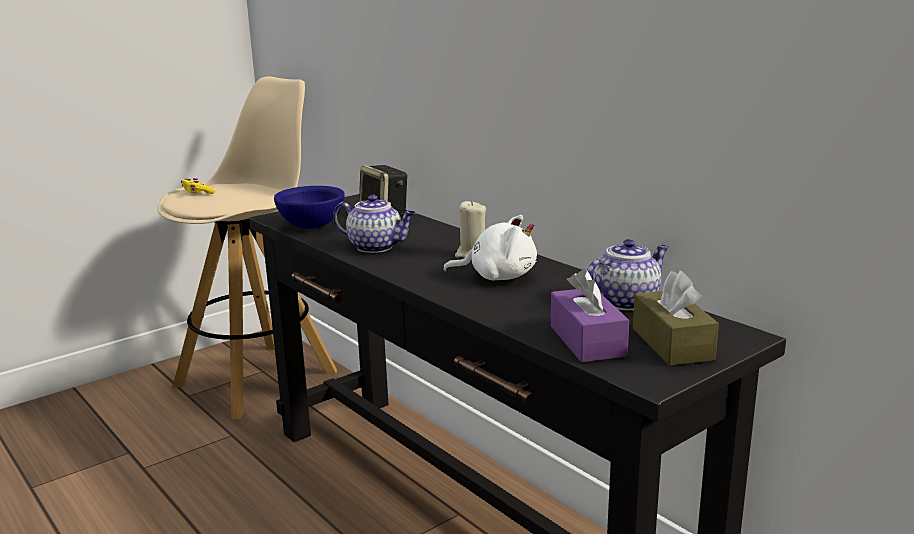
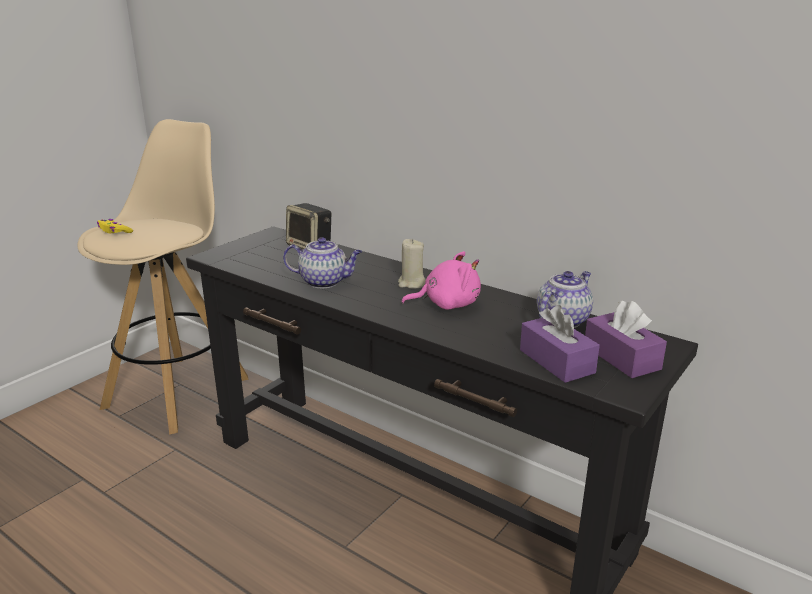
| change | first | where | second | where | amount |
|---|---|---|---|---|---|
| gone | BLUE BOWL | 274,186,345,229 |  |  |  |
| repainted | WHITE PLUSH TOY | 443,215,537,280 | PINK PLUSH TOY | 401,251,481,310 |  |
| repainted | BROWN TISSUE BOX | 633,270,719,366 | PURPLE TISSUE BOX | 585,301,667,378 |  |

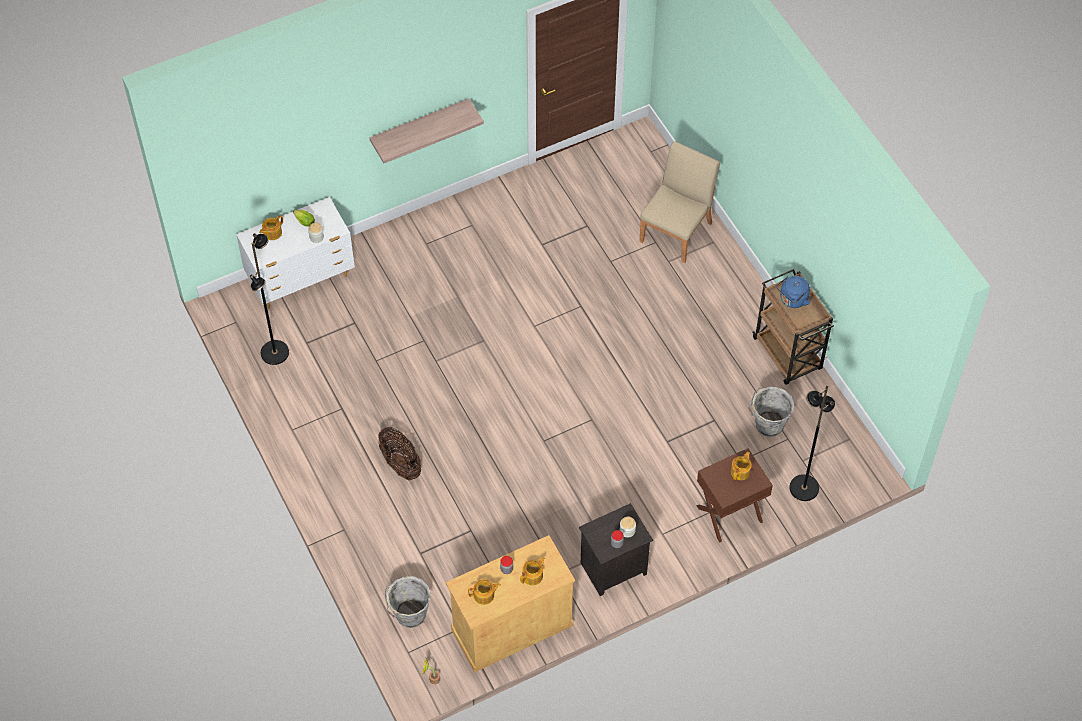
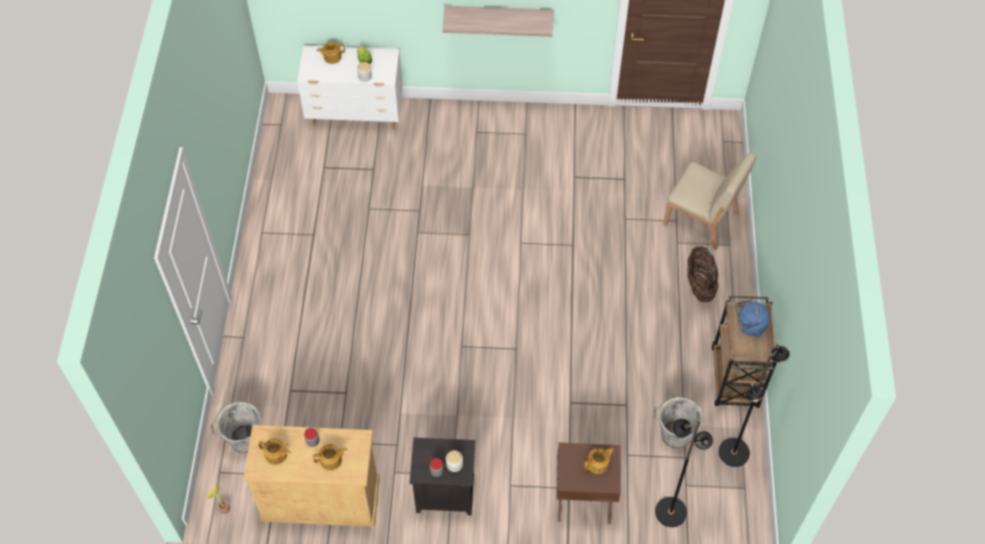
| change | first | where | second | where | amount |
|---|---|---|---|---|---|
| shifted | BLACK FLOOR LAMP | 250,233,289,365 |  | 719,344,790,467 |  |
| shifted | BASKET | 378,427,421,481 |  | 687,246,718,302 |  |
| rotated | BEIGE CHAIR | 639,141,720,263 |  | 663,153,757,250 | 60 degrees clockwise |

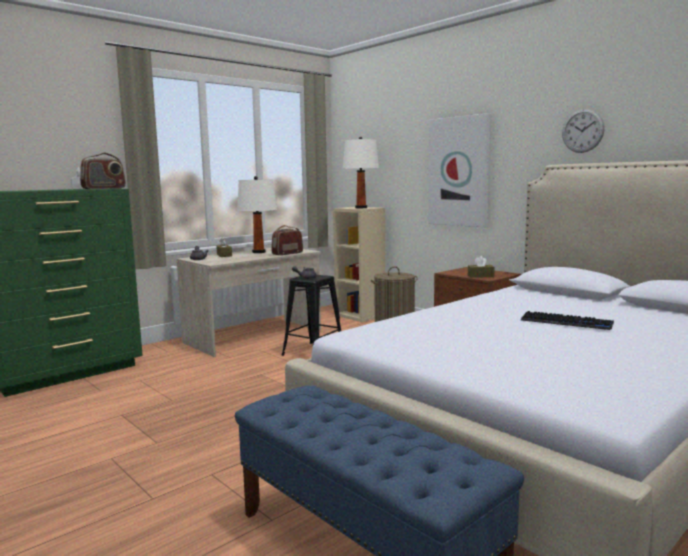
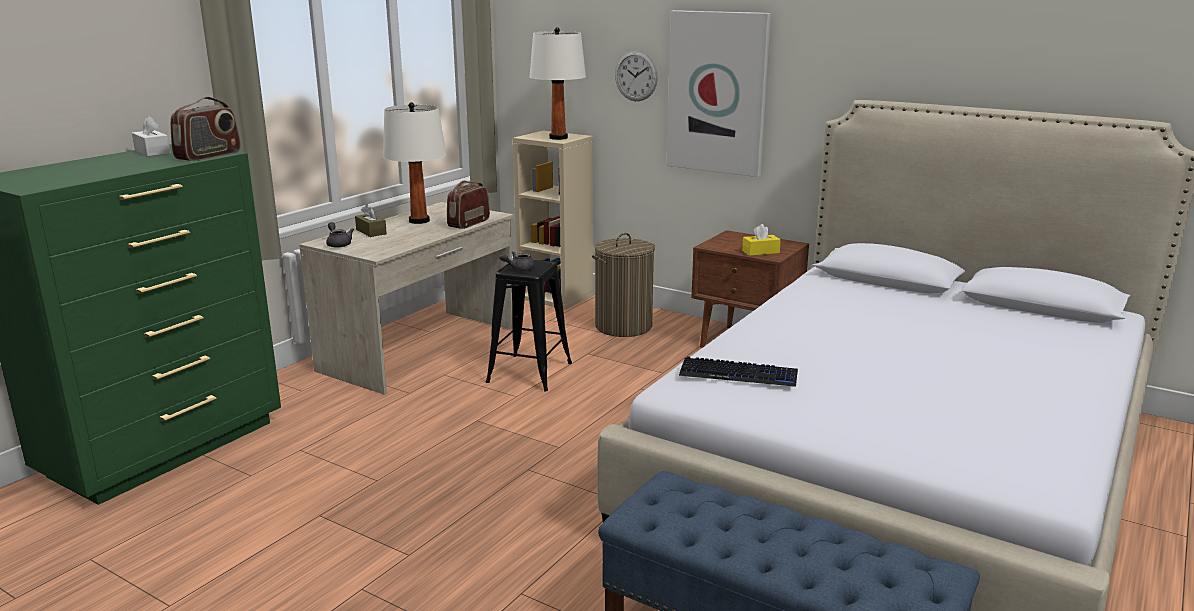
| change | first | where | second | where | amount |
|---|---|---|---|---|---|
| repainted | BROWN TISSUE BOX | 468,256,495,278 | YELLOW TISSUE BOX | 742,224,781,256 |  |
| shifted | KEYBOARD | 521,311,614,330 |  | 679,356,798,387 |  |
| shifted | WALL CLOCK | 562,109,605,153 |  | 615,51,658,101 |  |

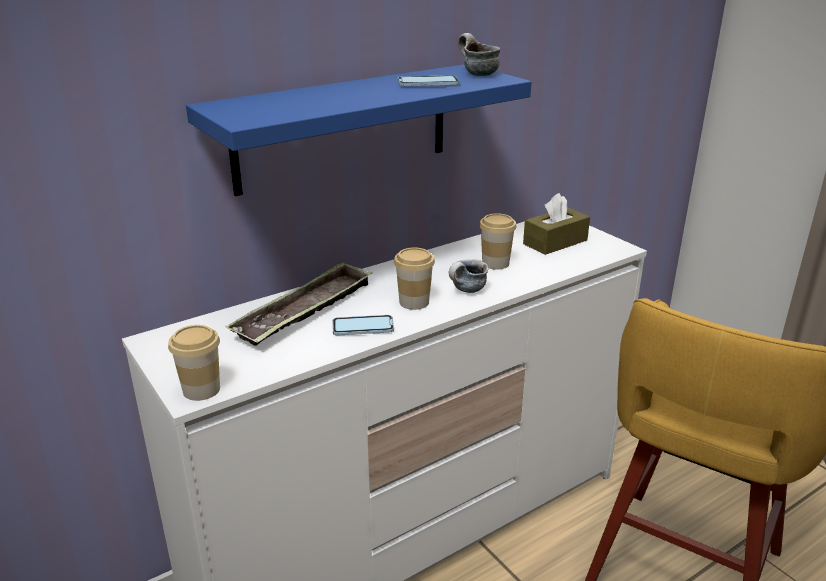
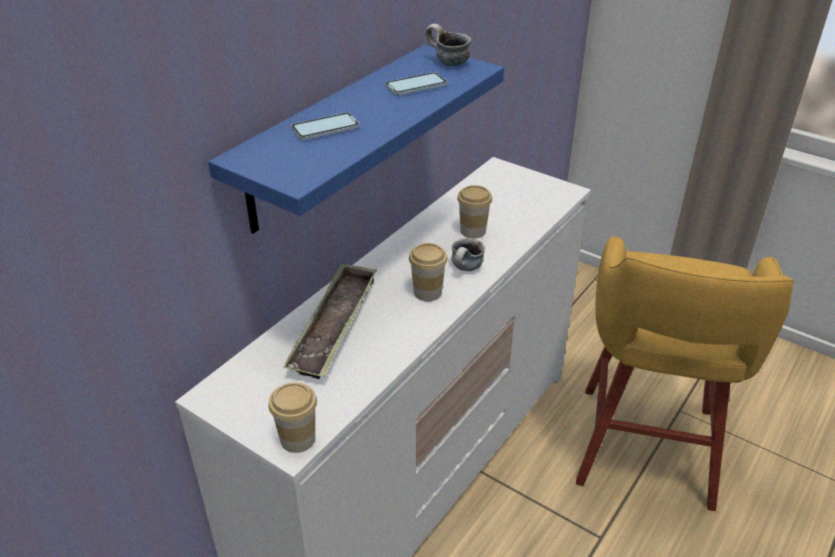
| change | first | where | second | where | amount |
|---|---|---|---|---|---|
| shifted | PHONE | 332,315,394,336 |  | 291,112,360,140 |  |
| gone | BROWN TISSUE BOX | 523,193,590,255 |  |  |  |

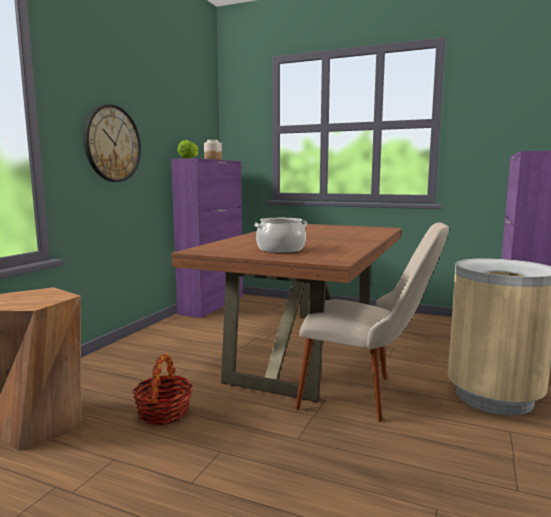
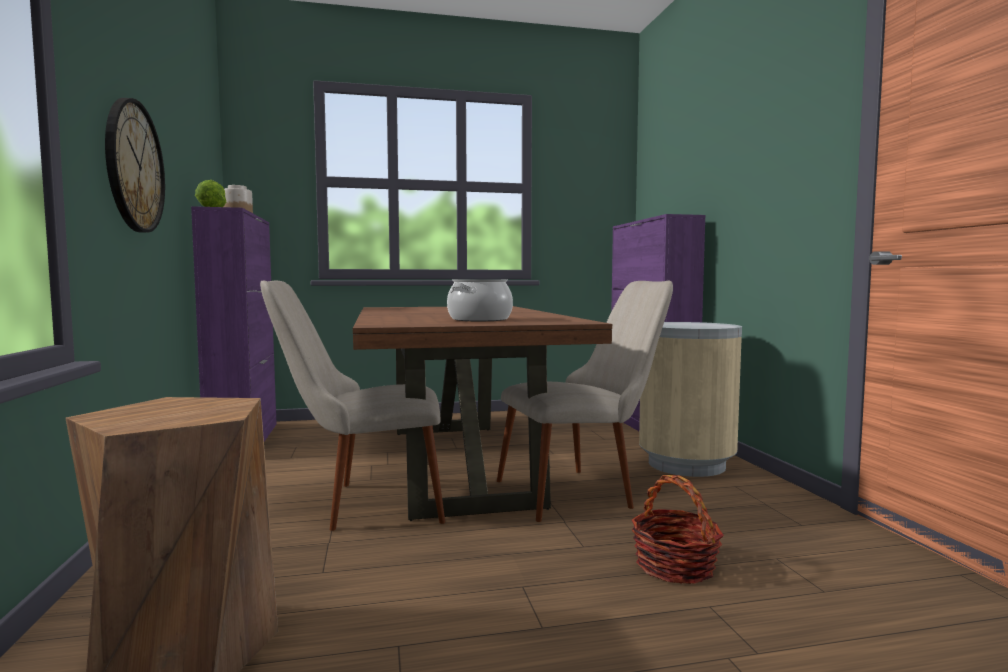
| change | first | where | second | where | amount |
|---|---|---|---|---|---|
| shifted | BASKET | 132,354,193,425 |  | 632,475,724,584 |  |
| new |  |  | BEIGE CHAIR | 260,280,445,531 |  |

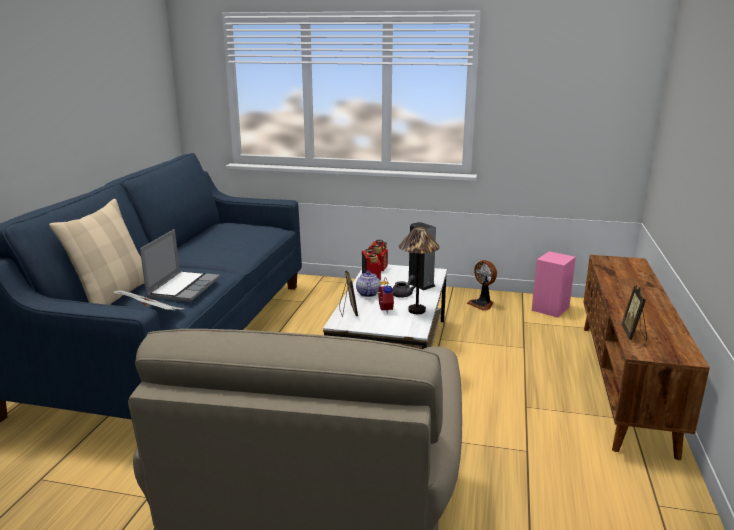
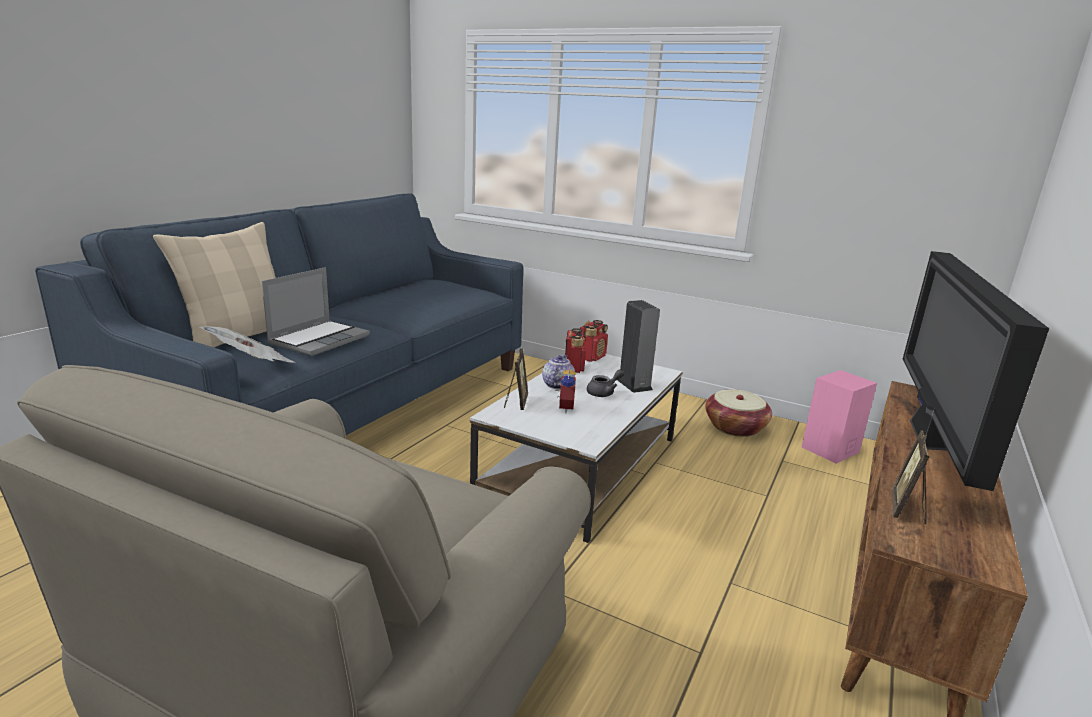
| change | first | where | second | where | amount |
|---|---|---|---|---|---|
| gone | TABLE LAMP | 399,227,440,314 |  |  |  |
| swapped | FAN | 467,260,497,311 | BASKET | 705,389,772,437 |  |
| new |  |  | TELEVISION | 903,251,1049,491 |  |

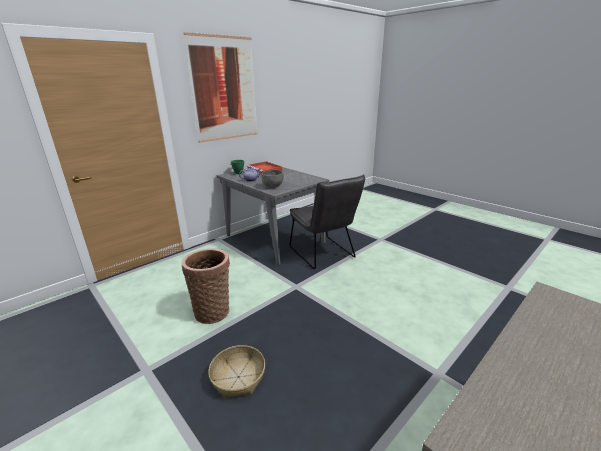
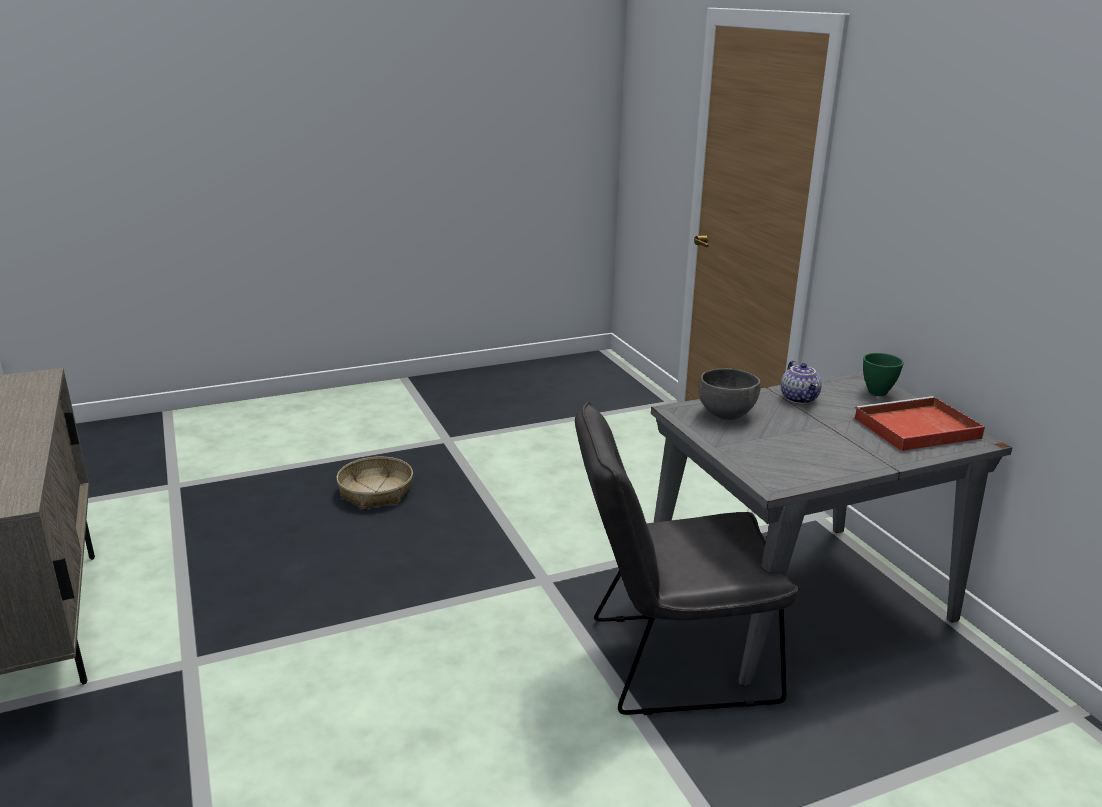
| change | first | where | second | where | amount |
|---|---|---|---|---|---|
| gone | BASKET | 182,248,230,324 |  |  |  |
| gone | PICTURE | 184,32,258,143 |  |  |  |

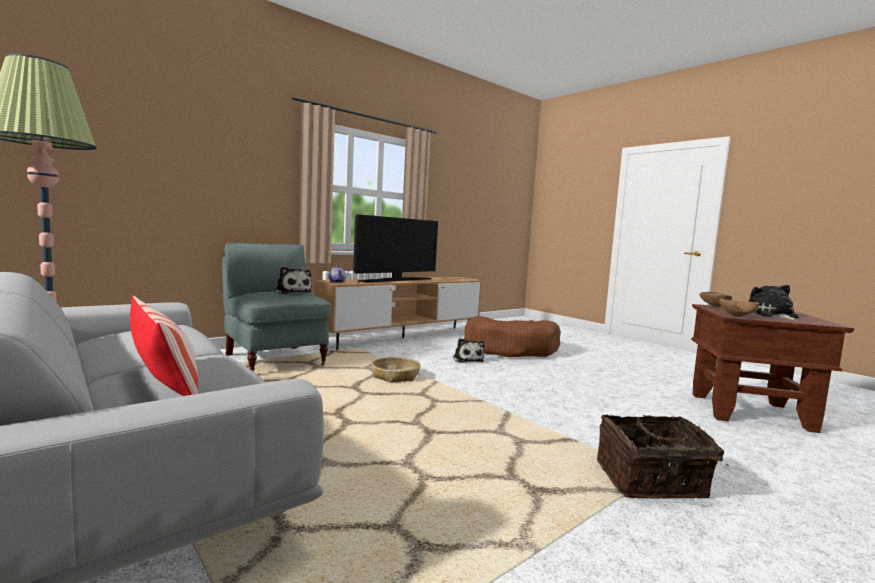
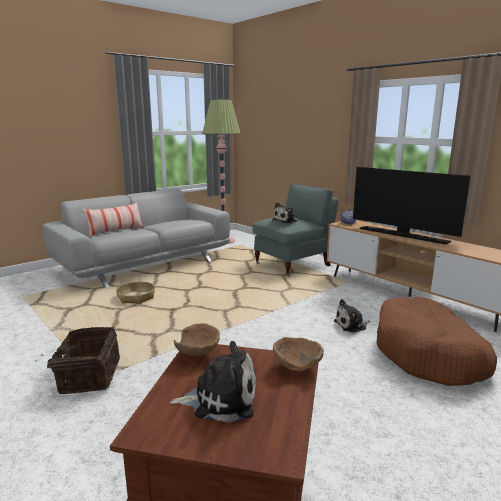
| change | first | where | second | where | amount |
|---|---|---|---|---|---|
| shifted | BASKET | 372,357,421,383 |  | 116,282,155,304 |  |

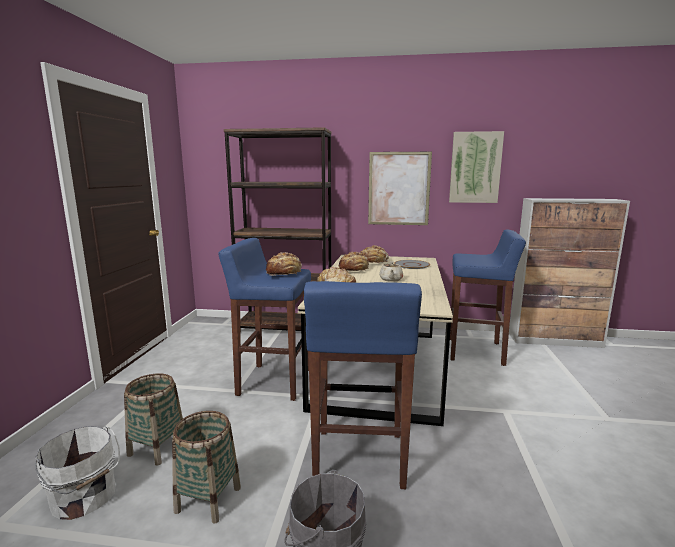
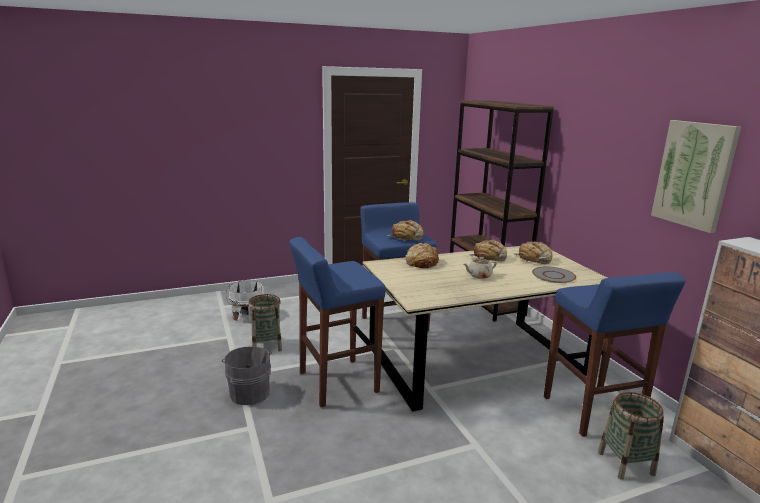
| change | first | where | second | where | amount |
|---|---|---|---|---|---|
| shifted | BASKET | 124,373,183,466 |  | 598,392,664,480 |  |
| gone | PICTURE | 368,152,432,225 |  |  |  |

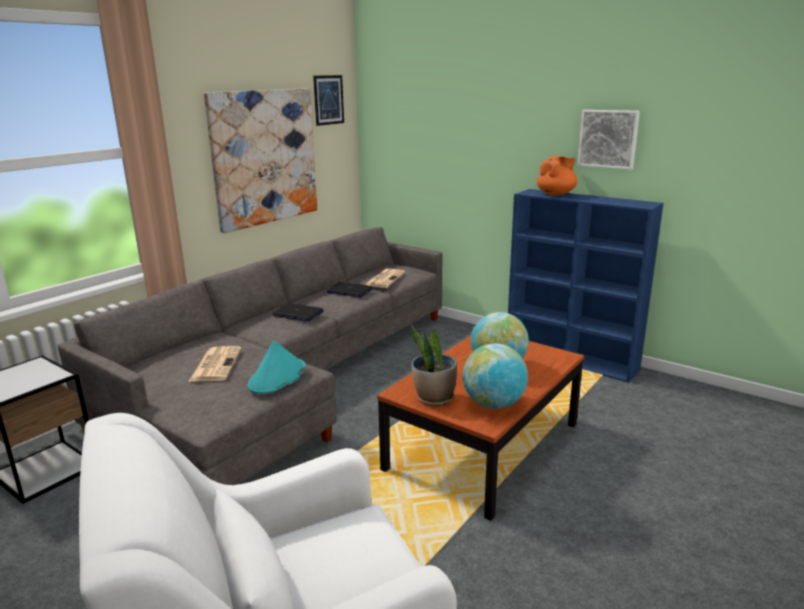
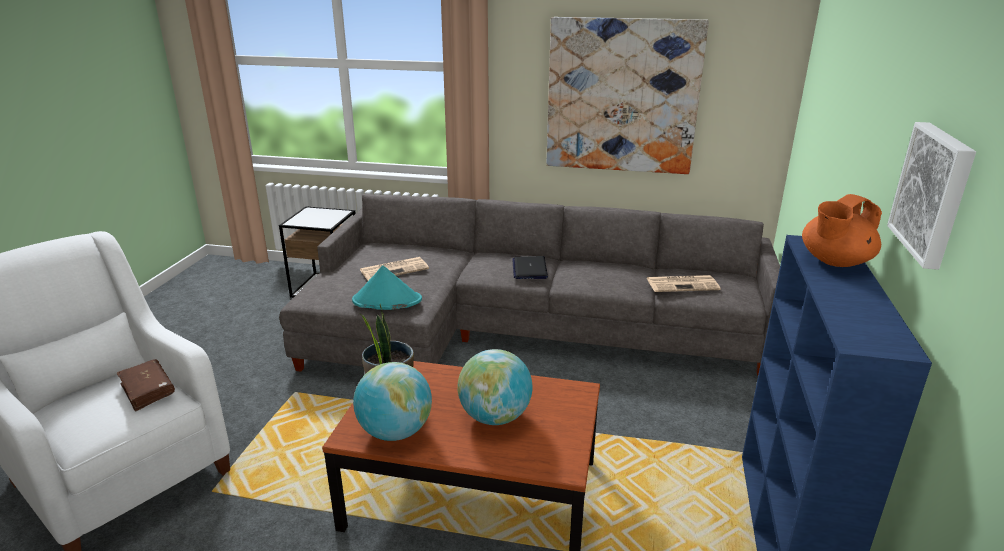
| change | first | where | second | where | amount |
|---|---|---|---|---|---|
| gone | PICTURE | 313,75,344,126 |  |  |  |
| gone | LAPTOP | 327,282,373,297 |  |  |  |
| rotated | ORANGE TEAPOT | 537,156,577,196 |  | 802,194,882,267 | 120 degrees clockwise |
| new |  |  | BROWN BOOK | 117,359,175,412 |  |

